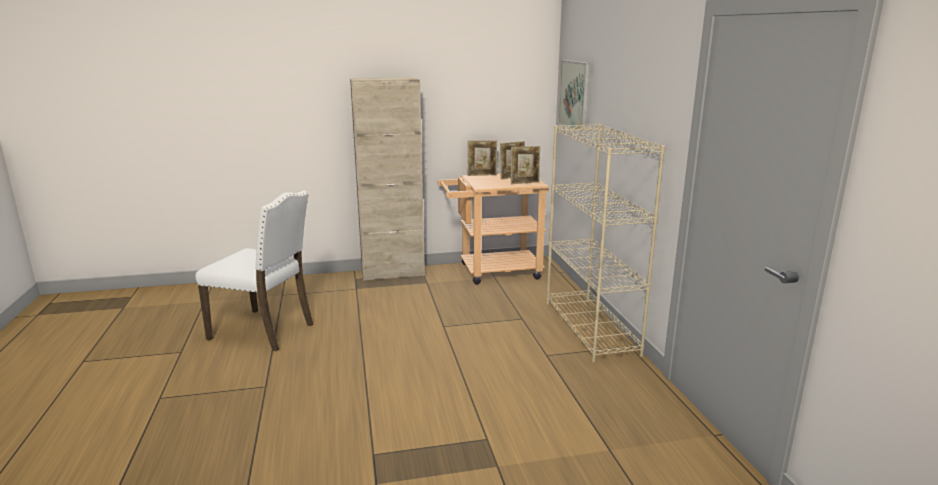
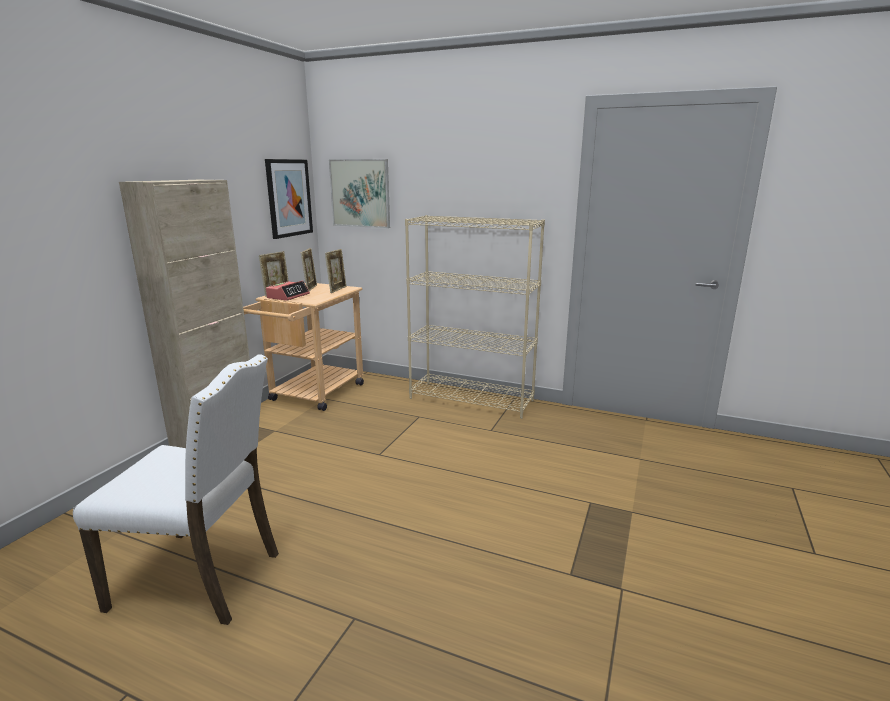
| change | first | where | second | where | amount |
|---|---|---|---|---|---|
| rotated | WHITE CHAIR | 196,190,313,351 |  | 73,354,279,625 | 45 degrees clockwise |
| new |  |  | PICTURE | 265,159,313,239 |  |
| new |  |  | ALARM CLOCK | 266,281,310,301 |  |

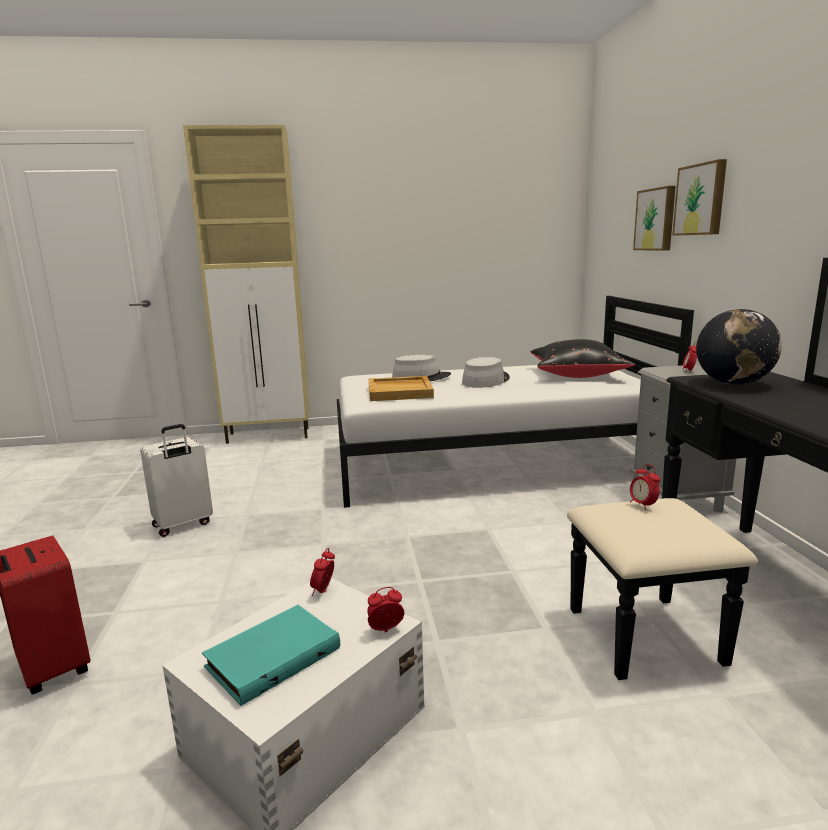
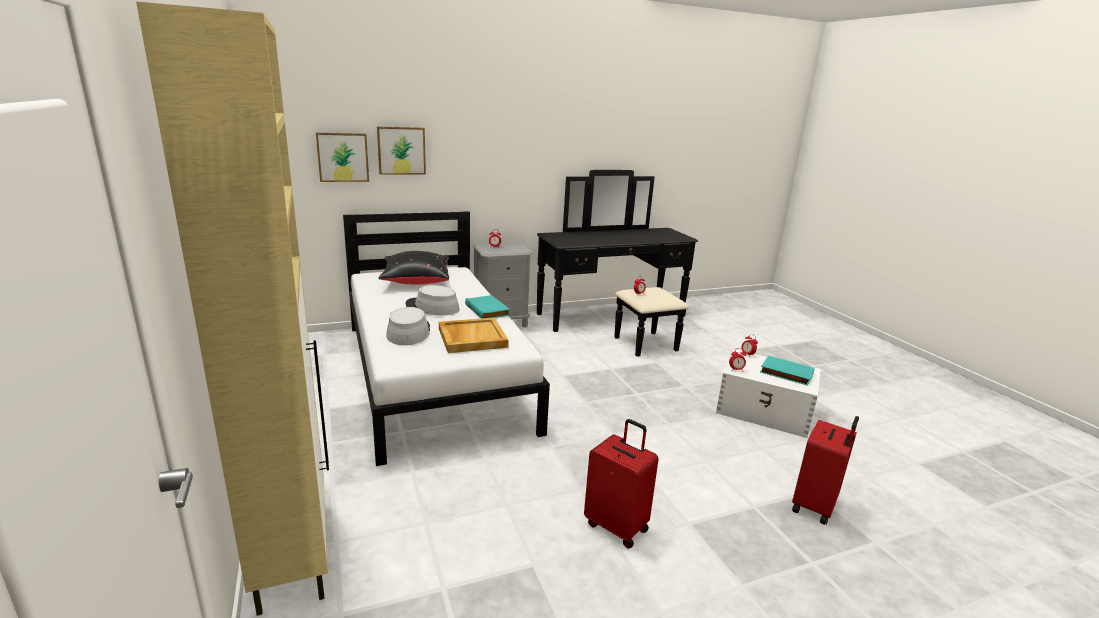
| change | first | where | second | where | amount |
|---|---|---|---|---|---|
| repainted | WHITE SUITCASE | 140,424,213,537 | RED SUITCASE | 584,419,659,549 |  |
| shifted | PICTURE | 672,159,727,236 |  | 316,133,369,182 |  |
| gone | GLOBE | 696,309,782,385 |  |  |  |
| new |  |  | TURQUOISE BOOK | 465,295,510,319 |  |

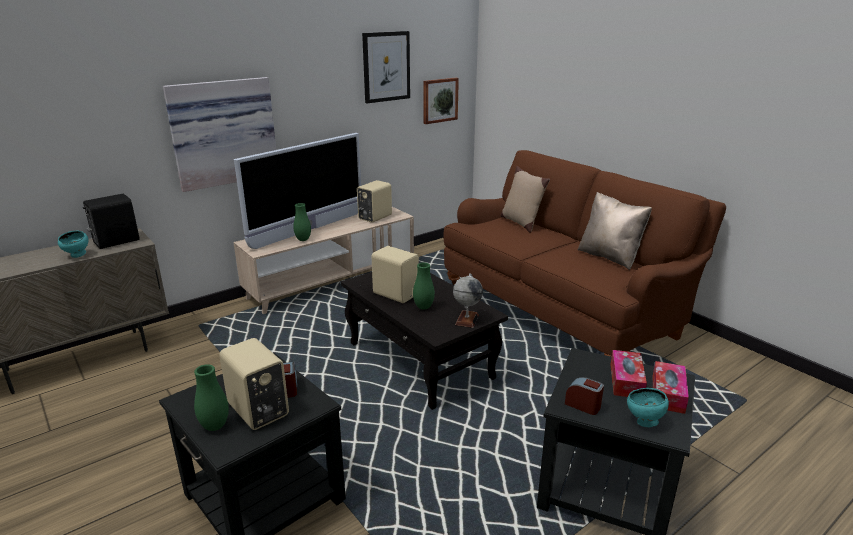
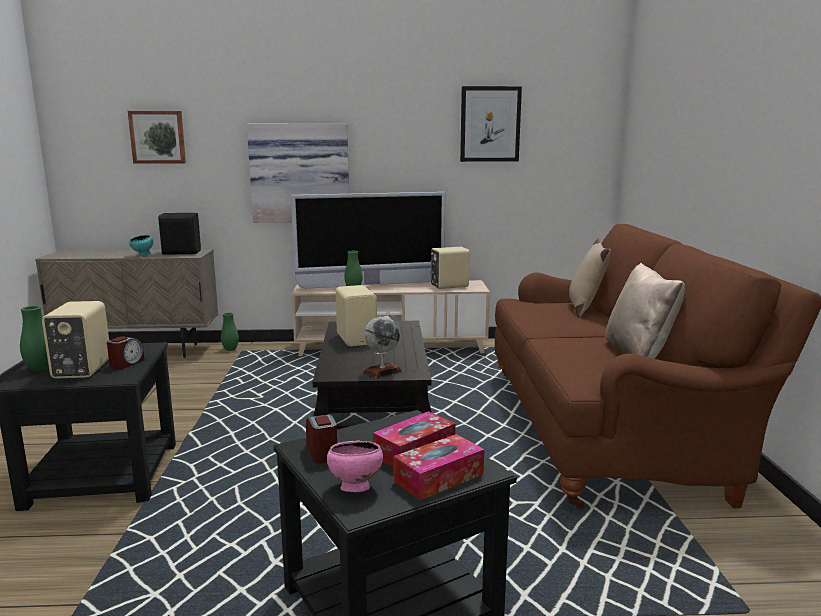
| change | first | where | second | where | amount |
|---|---|---|---|---|---|
| shifted | GREEN VASE | 413,262,435,310 |  | 221,313,239,351 |  |
| shifted | PICTURE | 423,78,459,124 |  | 128,111,186,164 |  |
| repainted | TURQUOISE BOWL | 627,388,669,427 | PINK BOWL | 327,440,383,492 |  |

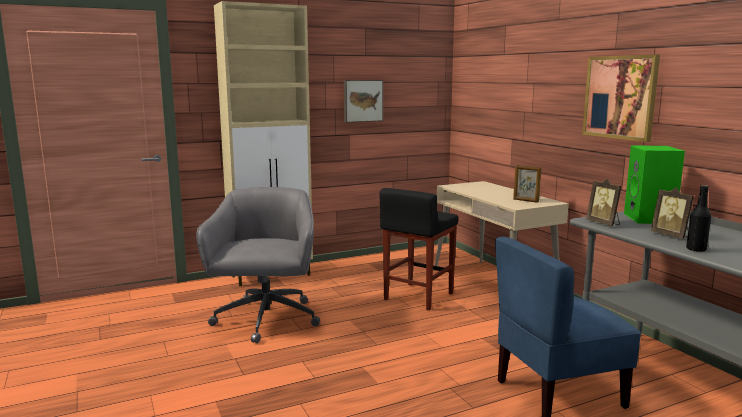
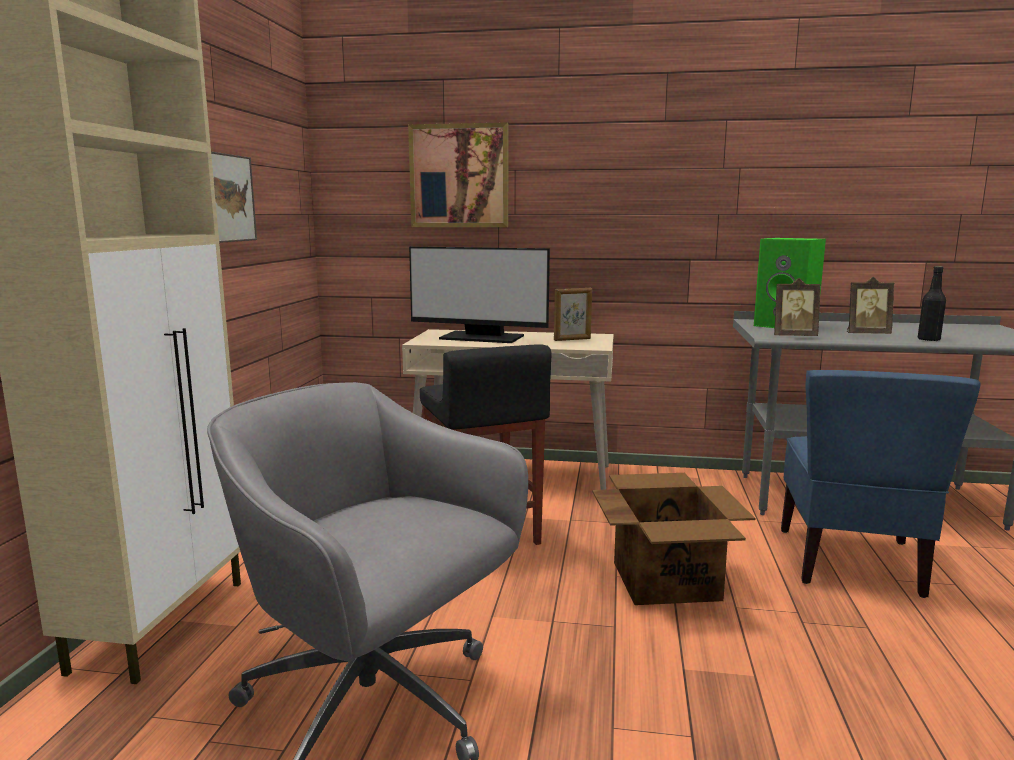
| change | first | where | second | where | amount |
|---|---|---|---|---|---|
| shifted | PICTURE | 582,55,660,142 |  | 408,122,508,227 |  |
| new |  |  | MONITOR | 409,247,550,343 |  |
| new |  |  | CARDBOARD BOX | 592,473,755,605 |  |

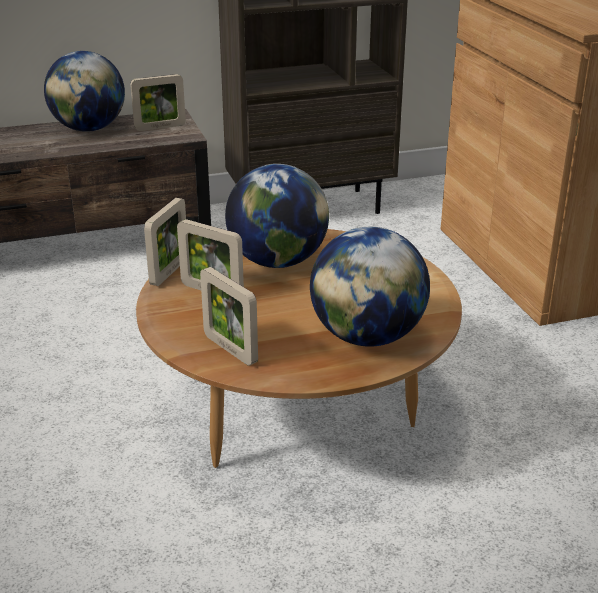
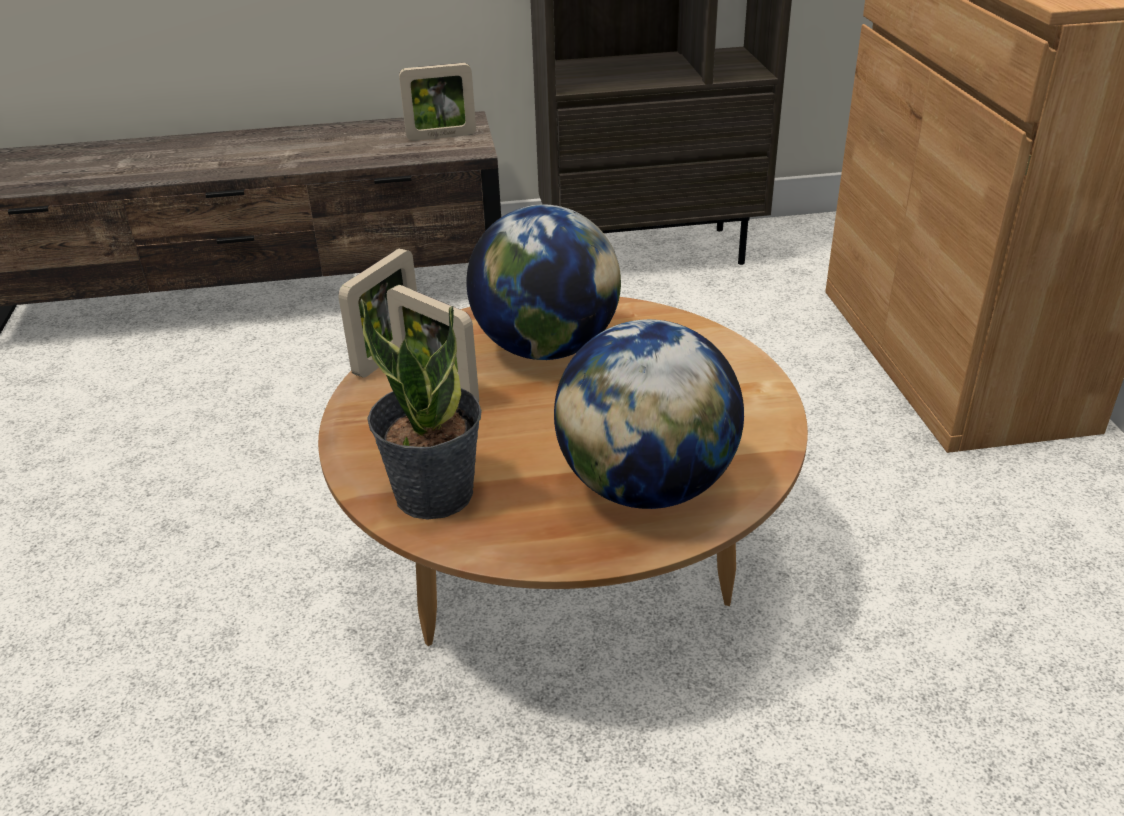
| change | first | where | second | where | amount |
|---|---|---|---|---|---|
| gone | GLOBE | 44,51,125,132 |  |  |  |
| swapped | PICTURE FRAME | 200,267,258,366 | POTTED PLANT | 360,299,482,520 |  |

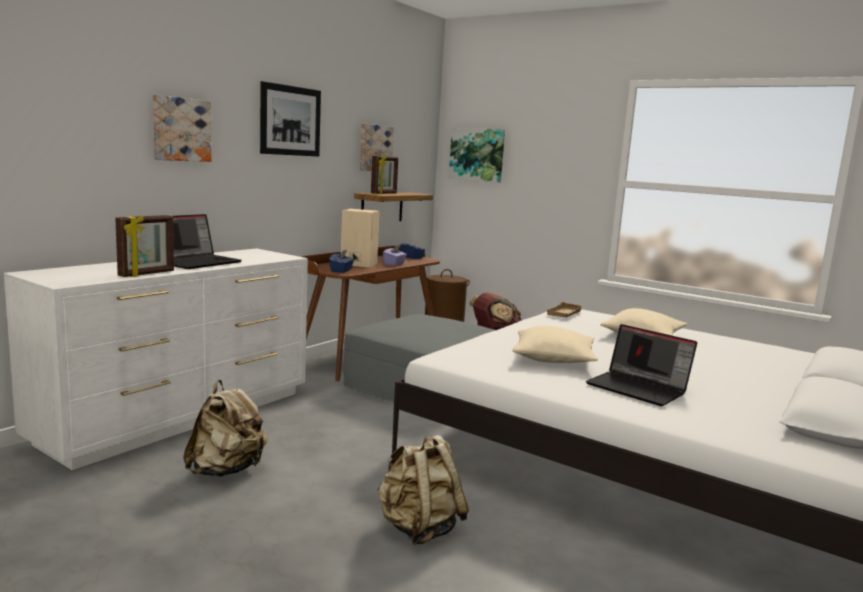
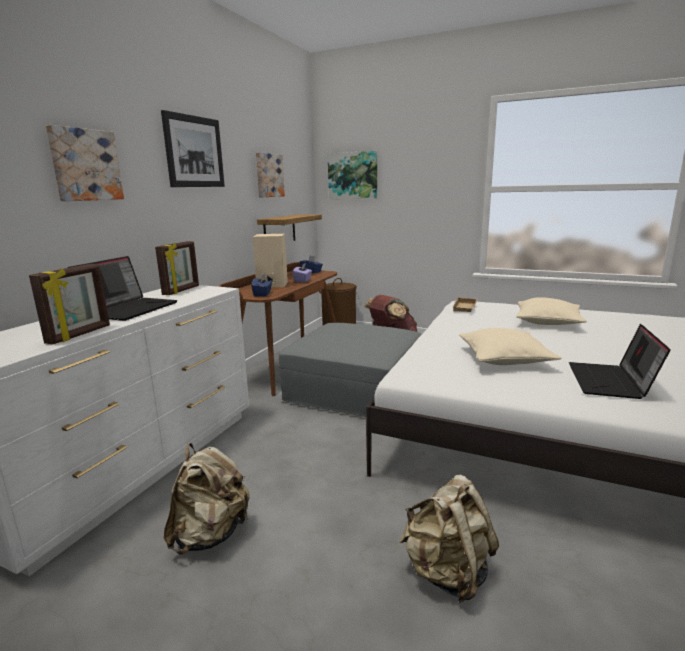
| change | first | where | second | where | amount |
|---|---|---|---|---|---|
| shifted | PICTURE FRAME | 371,155,398,194 |  | 155,241,199,295 |  |
| rotated | LAPTOP | 586,324,697,406 |  | 569,324,671,399 | 75 degrees clockwise |

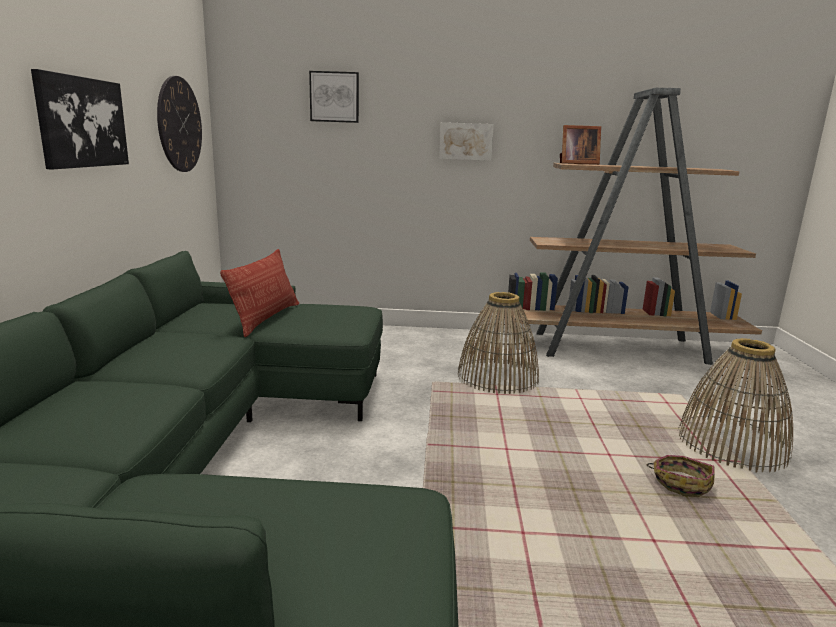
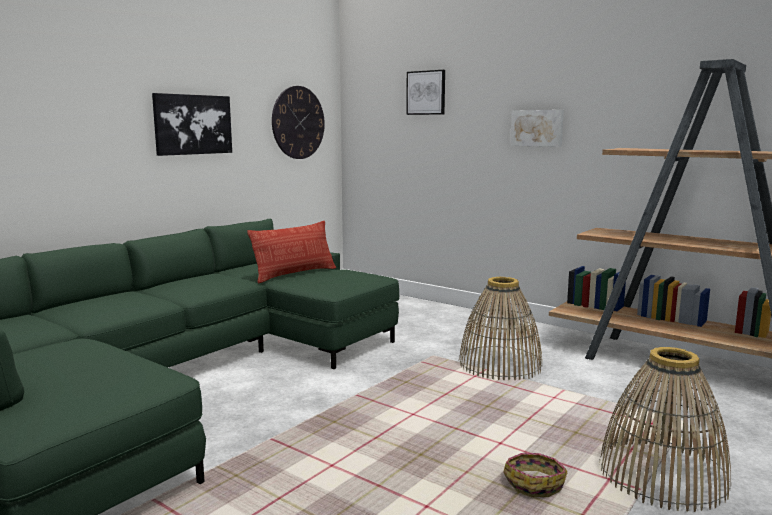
| change | first | where | second | where | amount |
|---|---|---|---|---|---|
| gone | PICTURE FRAME | 560,125,601,165 |  |  |  |

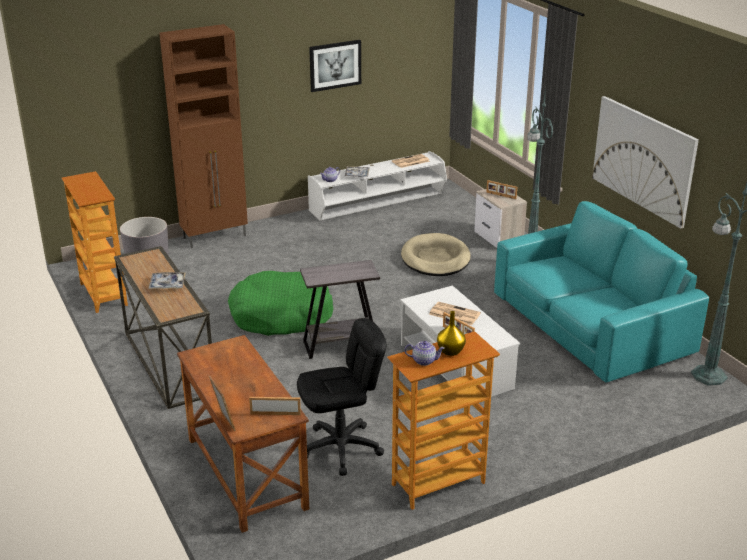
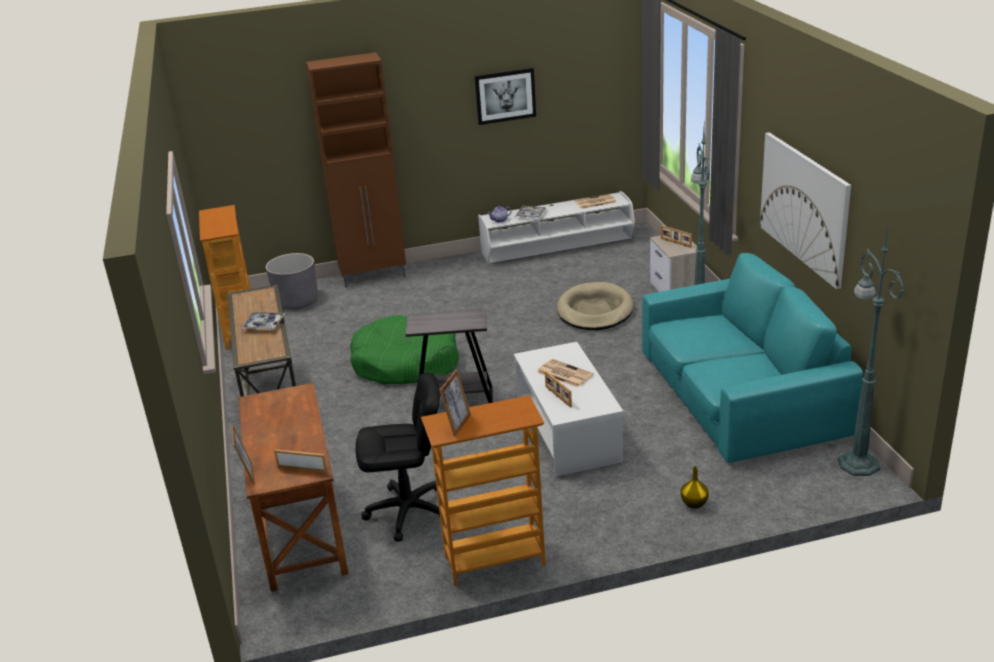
| change | first | where | second | where | amount |
|---|---|---|---|---|---|
| swapped | TEAPOT | 404,341,445,366 | PICTURE FRAME | 439,370,471,436 |  |
| shifted | YELLOW VASE | 437,311,466,356 |  | 680,466,709,509 |  |

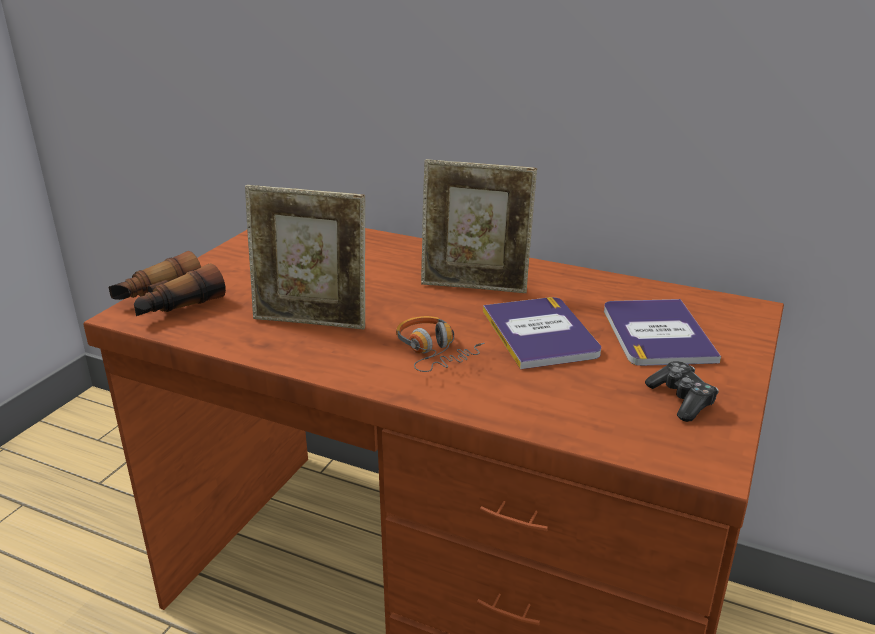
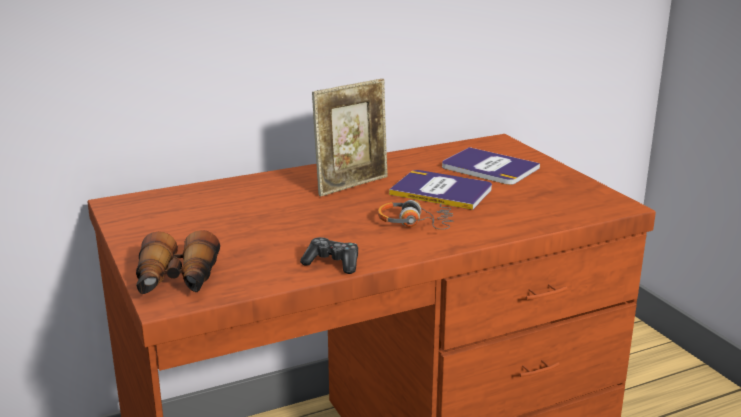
| change | first | where | second | where | amount |
|---|---|---|---|---|---|
| gone | PICTURE FRAME | 245,185,365,329 |  |  |  |
| shifted | GAME CONTROLLER | 645,361,719,422 |  | 300,237,358,274 |  |

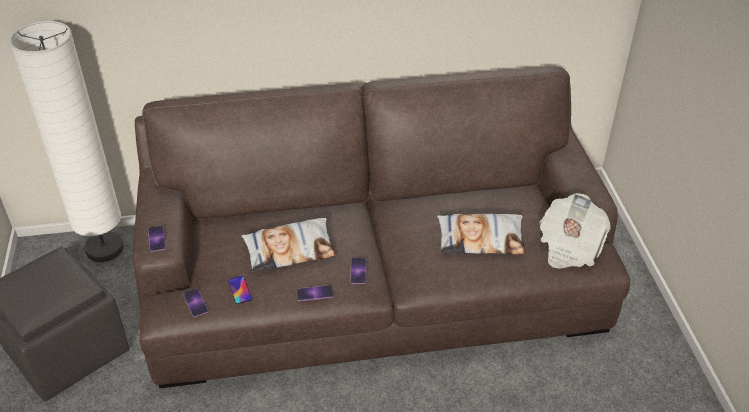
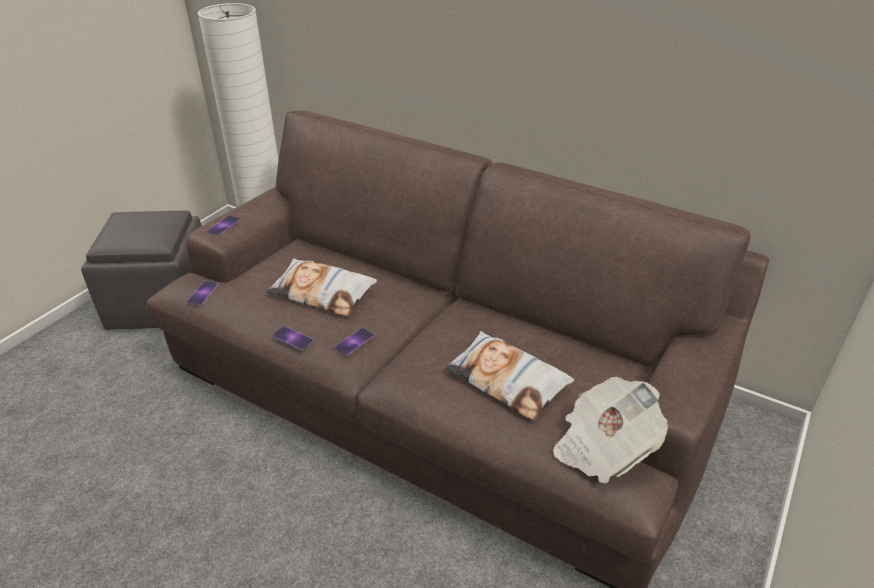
| change | first | where | second | where | amount |
|---|---|---|---|---|---|
| gone | PHONE | 228,276,252,304 |  |  |  |

